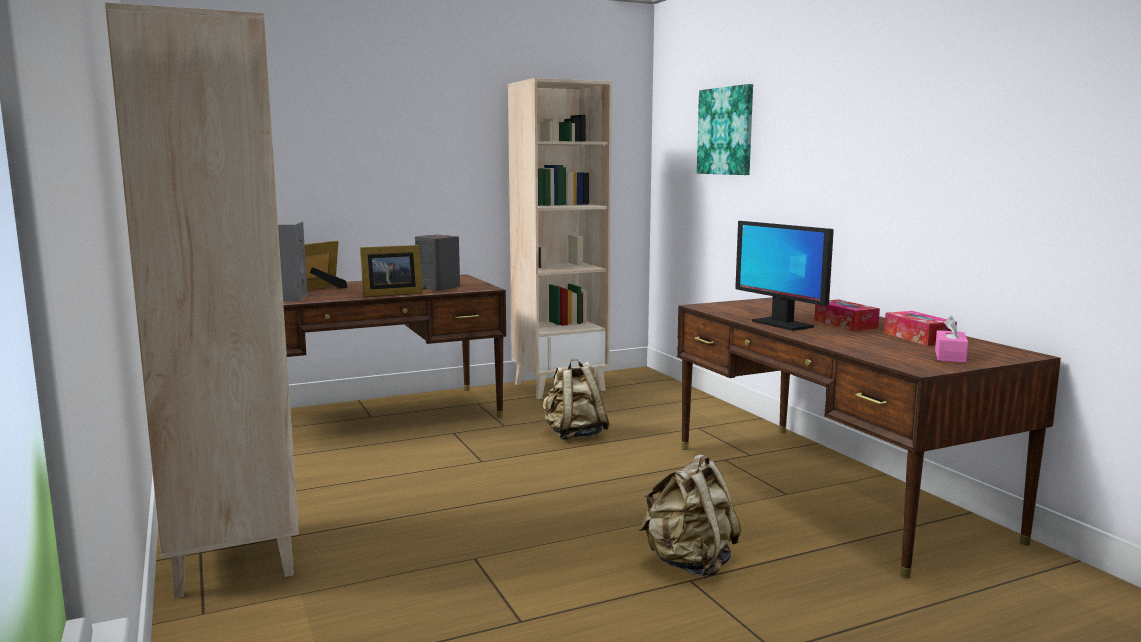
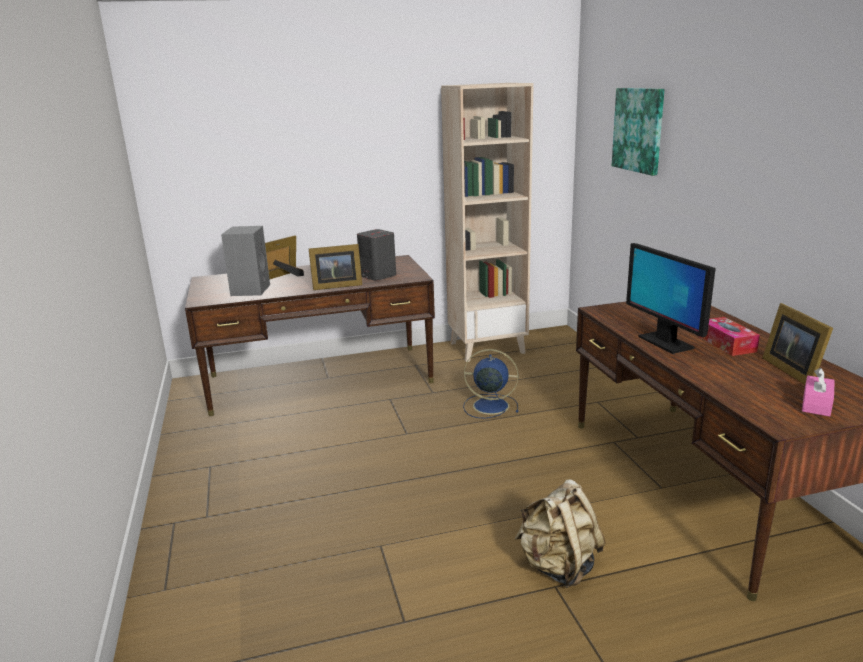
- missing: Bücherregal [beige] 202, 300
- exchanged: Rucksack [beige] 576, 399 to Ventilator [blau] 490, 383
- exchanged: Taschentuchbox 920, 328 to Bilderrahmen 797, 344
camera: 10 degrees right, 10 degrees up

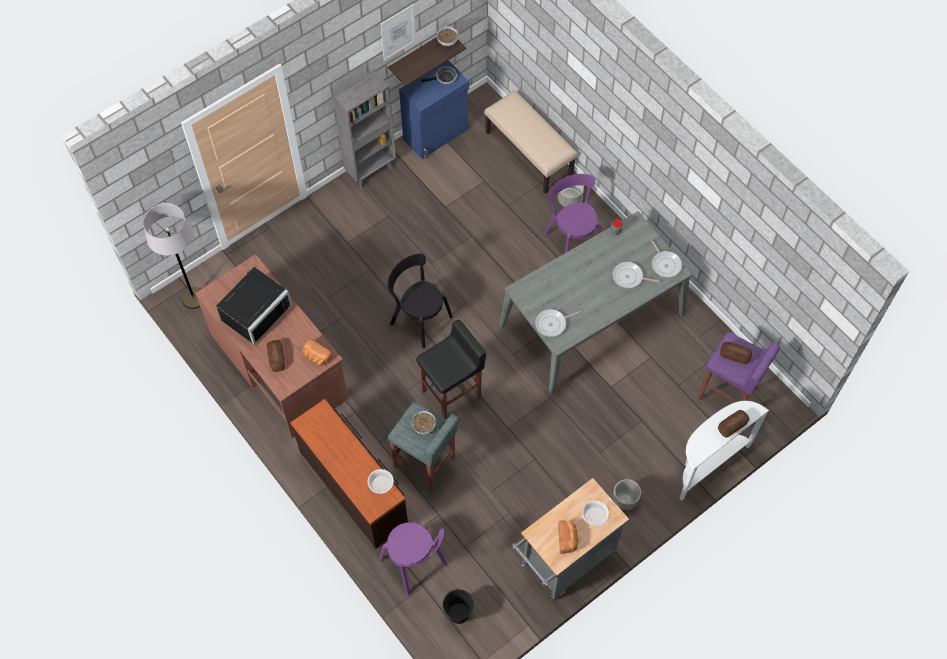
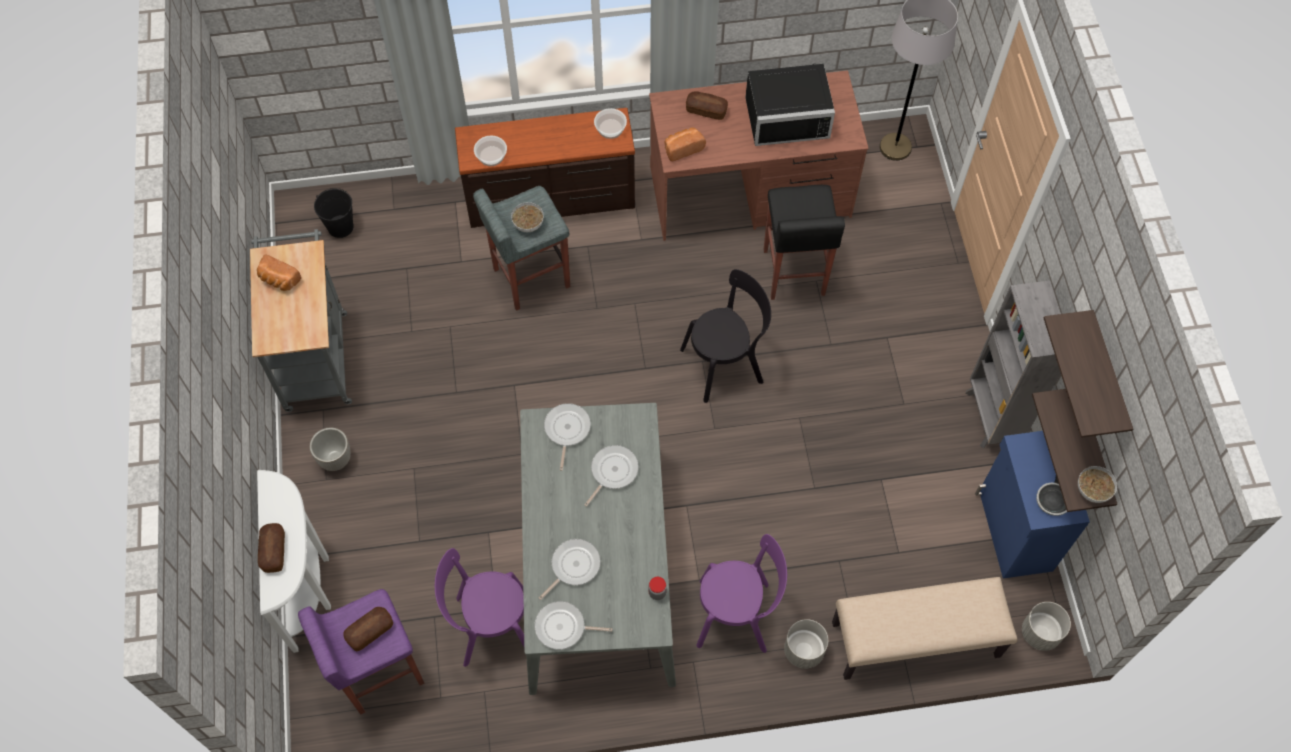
- appeared: Pfanne 612, 476
- appeared: Pflanzkübel [grau] 1046, 626
- relocated: Stuhl [lila] 413, 558 to 479, 607
- relocated: Hocker [schwarz] 451, 370 to 804, 242
- relocated: Schüssel 595, 513 to 610, 123
- exchanged: Bild 398, 32 to Wandregal 1088, 374
- spun: Mikrowelle [schwarz] 254, 306 = 790, 104 75 degrees counterclockwise
camera: 120 degrees right, 0 degrees up

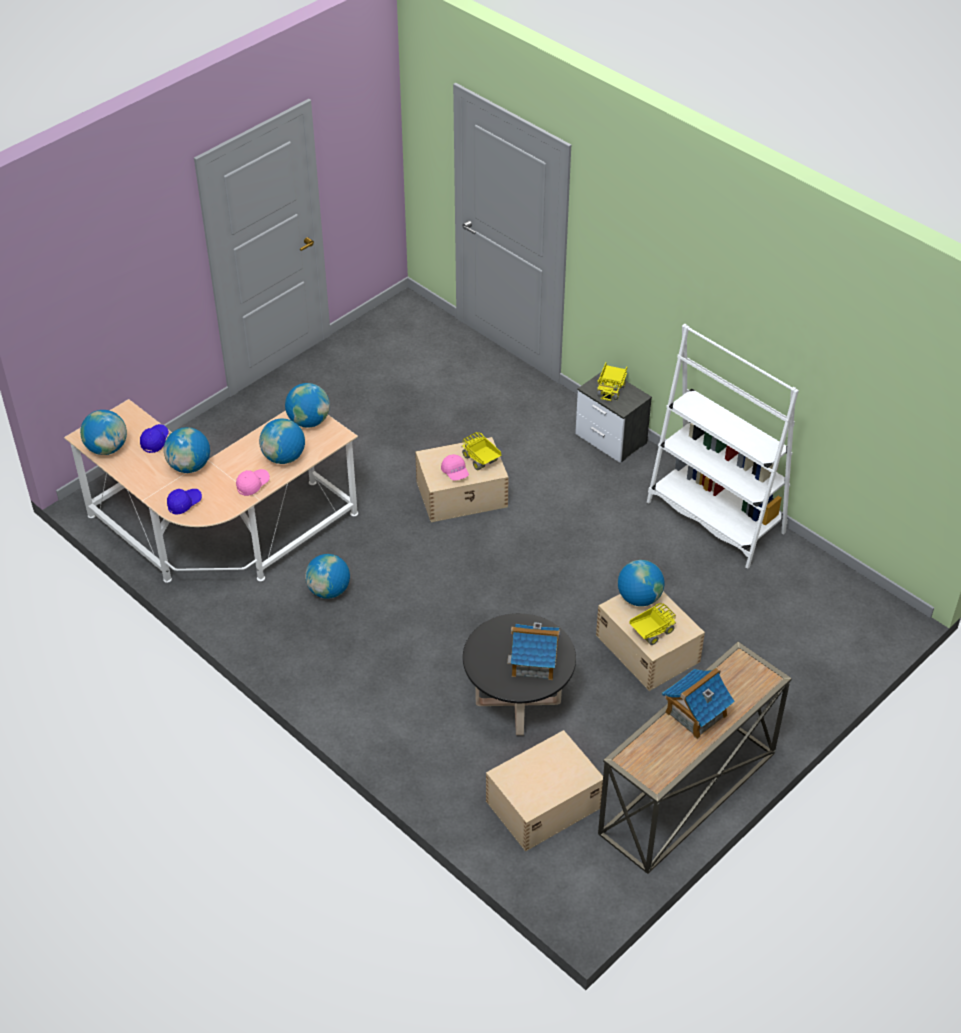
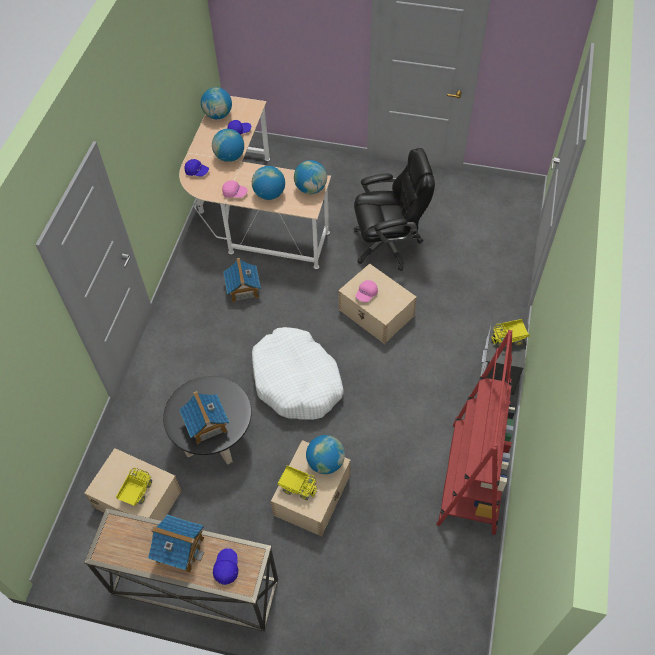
- appeared: Kappe [blau] 225, 566
- appeared: Hundebett [weiß] 298, 373
- appeared: Bürostuhl [schwarz] 394, 209
- relocated: Spielzeuglaster 481, 451 to 134, 487
- exchanged: Globus 327, 576 to Spielzeughaus 242, 280
- colour: Bücherregal [weiß] 723, 446 to Bücherregal [rot] 475, 432
camera: 60 degrees right, 10 degrees up

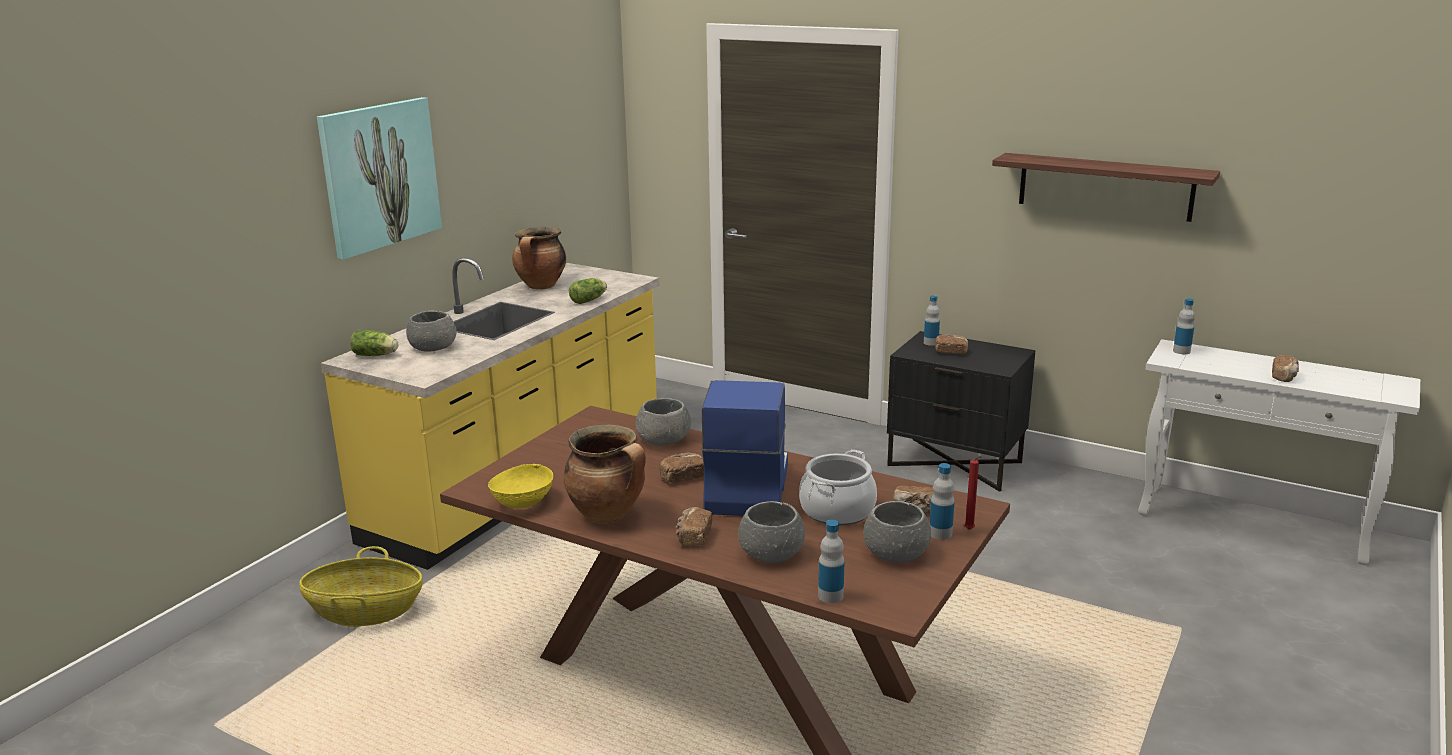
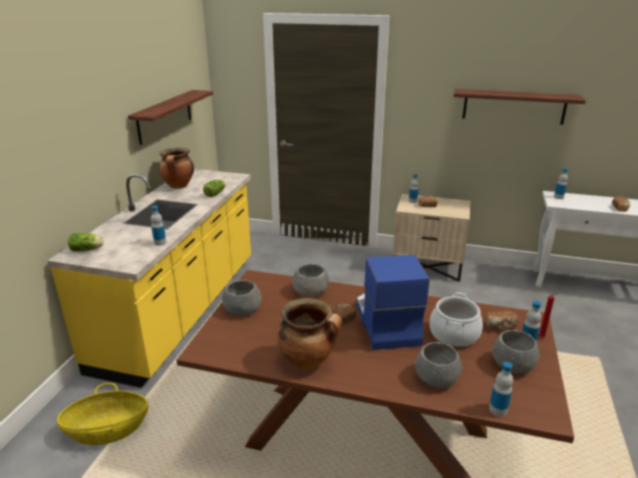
- missing: Bild 379, 178
- missing: Schüssel [gelb] 520, 486
- missing: Brot 694, 526
- appeared: Wandregal 170, 117
- appeared: Flasche 158, 226
- relocated: Schüssel [grau] 431, 331 to 241, 298
- colour: Nachttisch [schwarz] 961, 411 to Nachttisch [beige] 431, 238
camera: 15 degrees left, 5 degrees up

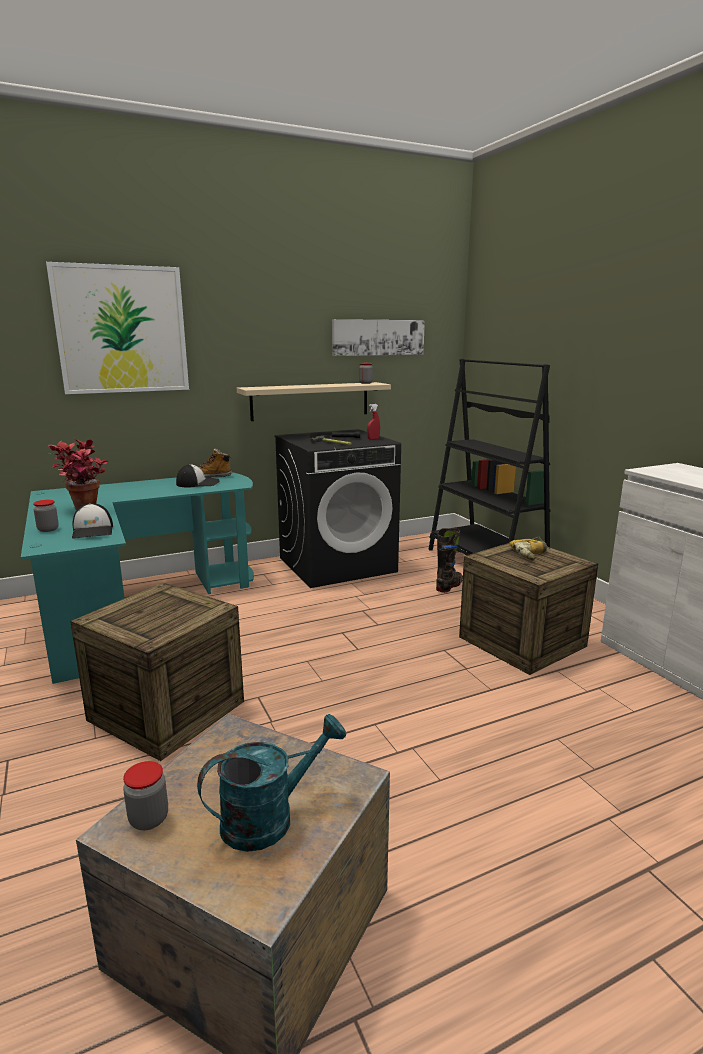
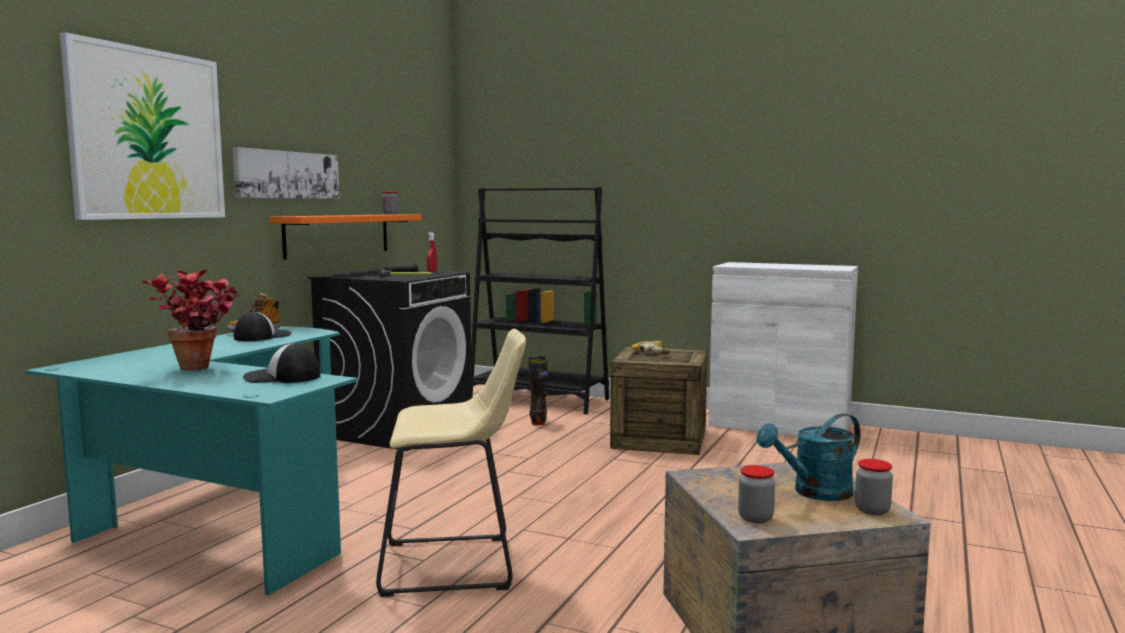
- relocated: Vorratsglas 46, 516 to 874, 487
- relocated: Bild 378, 337 to 285, 173
- exchanged: Kiste 157, 672 to Hocker [beige] 451, 463
- colour: Wandregal [beige] 314, 401 to Wandregal [orange] 345, 237
- spun: Kappe 92, 521 = 281, 363 150 degrees clockwise
- spun: Gießkanne [türkis] 271, 783 = 808, 457 135 degrees counterclockwise
camera: 40 degrees left, 10 degrees down

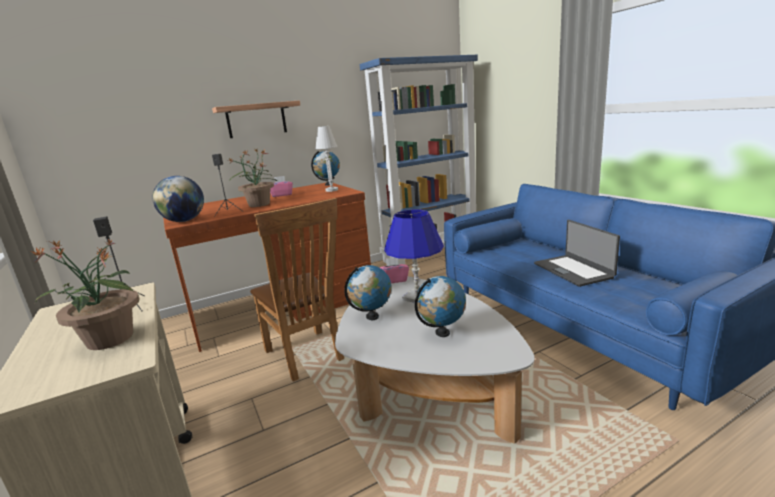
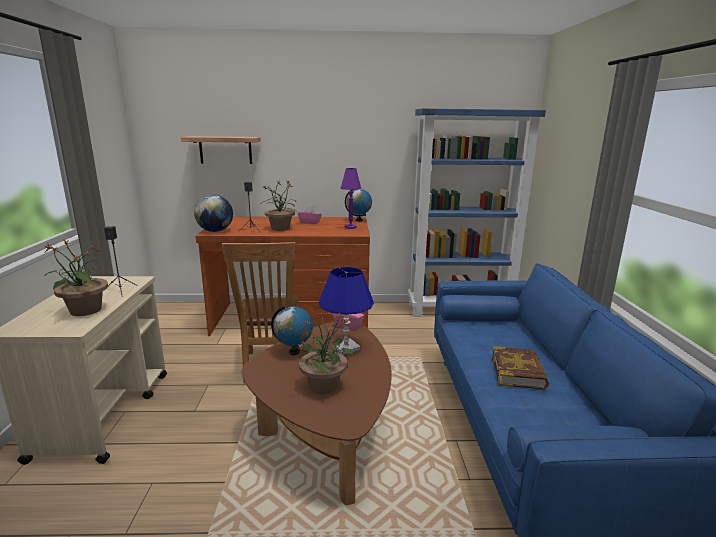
- relocated: Wandregal 256, 119 to 221, 150
- exchanged: Globus 440, 306 to Topfpflanze 325, 353
- exchanged: Laptop 577, 253 to Buch 520, 368
- colour: Tischlampe [weiß] 326, 159 to Tischlampe [lila] 351, 198
- colour: Couchtisch [weiß] 434, 360 to Couchtisch [braun] 317, 413
camera: 25 degrees right, 0 degrees up

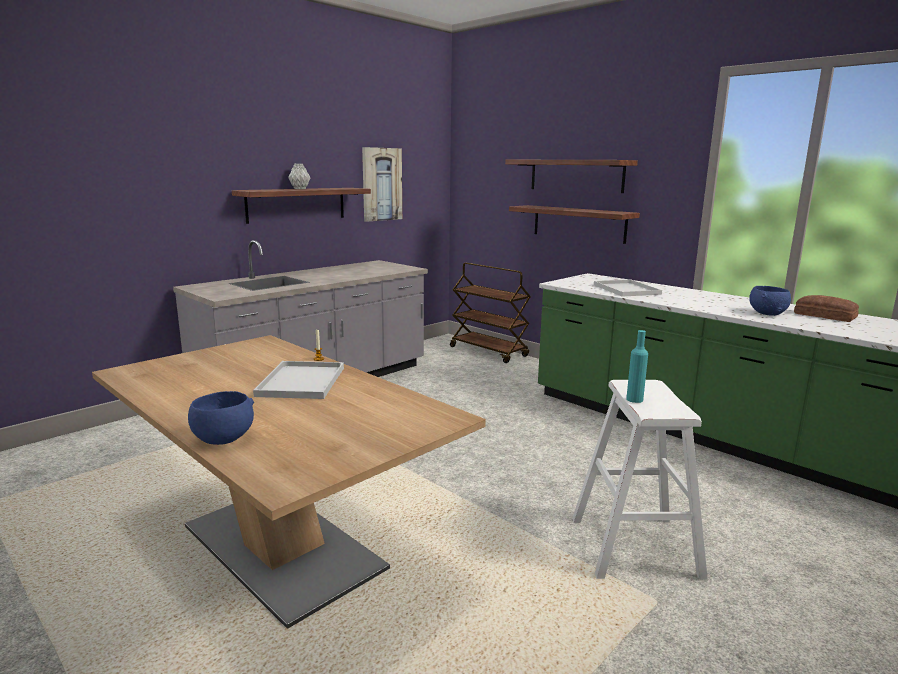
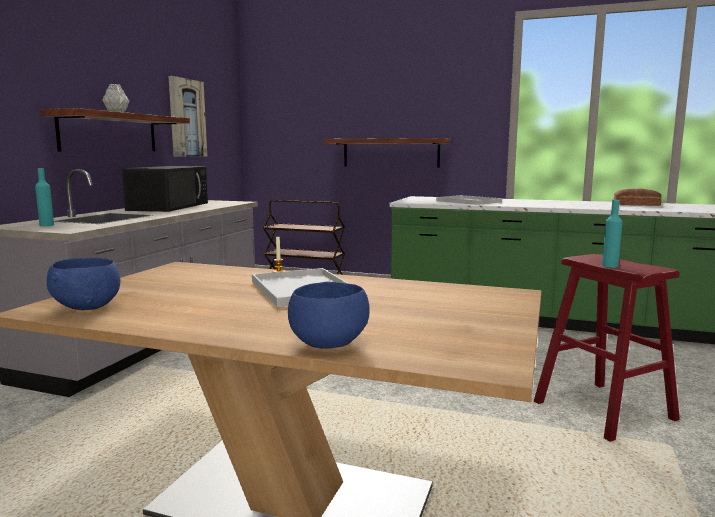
- missing: Wandregal 571, 176
- appeared: Flasche [türkis] 44, 197
- appeared: Mikrowelle [schwarz] 165, 189
- relocated: Schüssel [blau] 770, 301 to 84, 284
- colour: Hocker [weiß] 640, 480 to Hocker [rot] 607, 348
camera: 25 degrees left, 5 degrees down

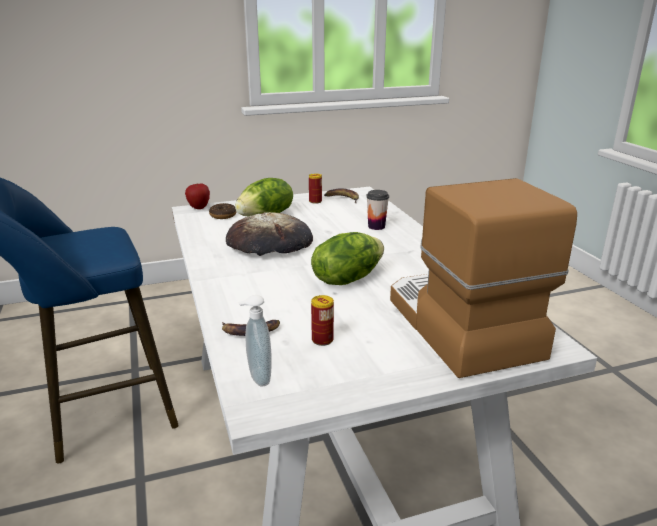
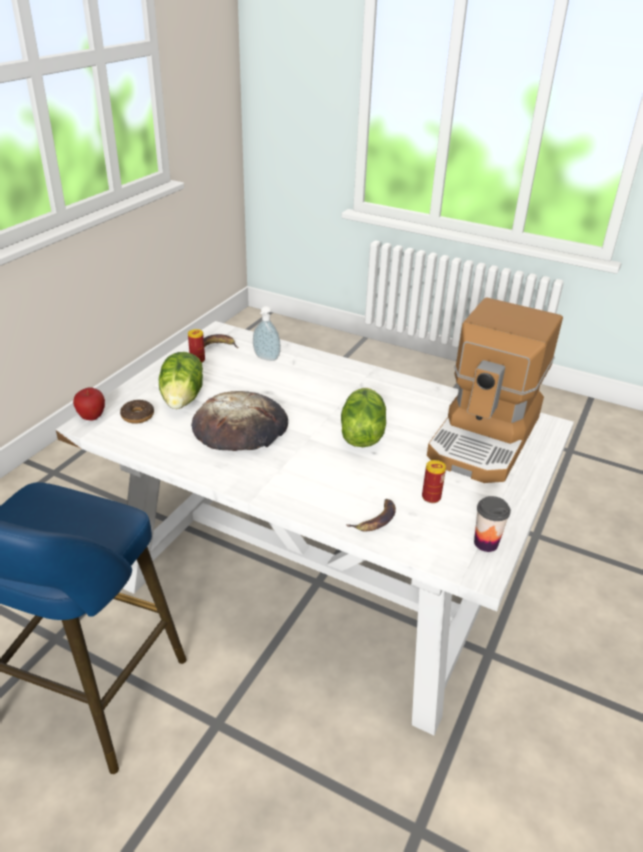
- relocated: Seifenspender 255, 341 to 267, 333
- relocated: Tasse 377, 210 to 492, 524
- spun: Kaffeemaschine 483, 278 = 495, 390 90 degrees counterclockwise
camera: 45 degrees left, 10 degrees up

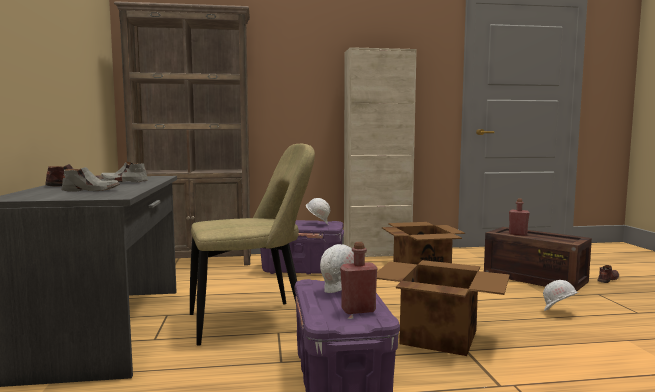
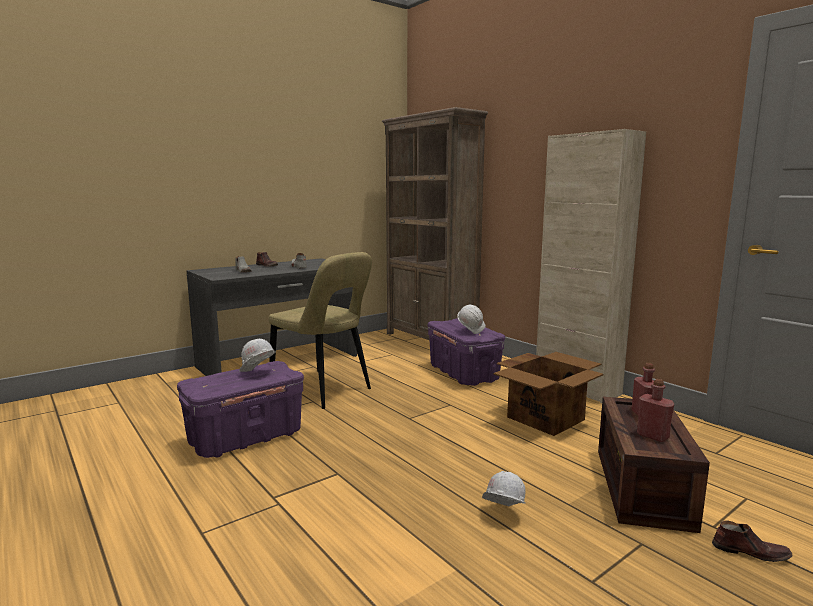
- missing: Karton 443, 308
- relocated: Flasche [rot] 359, 278 to 655, 410
camera: 60 degrees right, 5 degrees up

